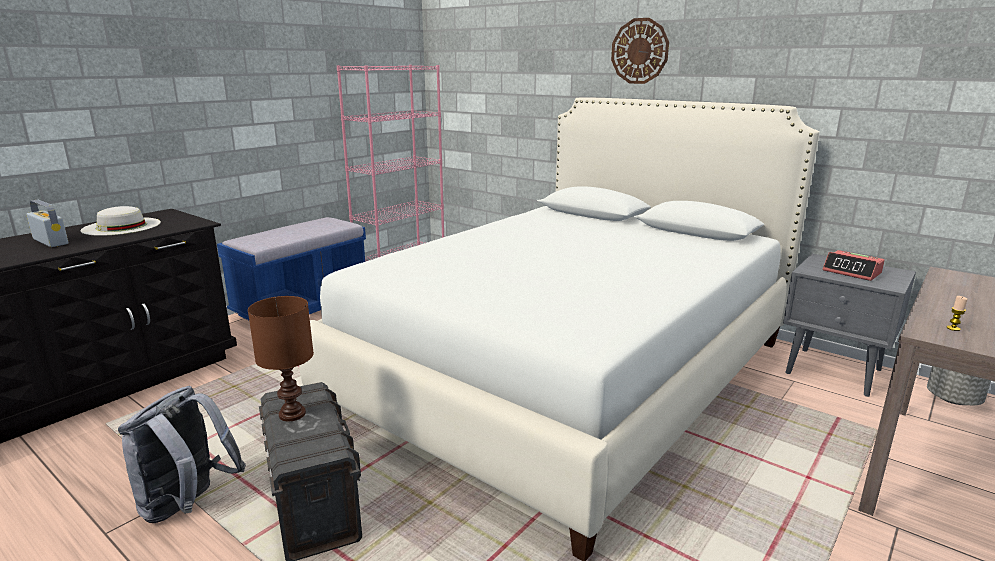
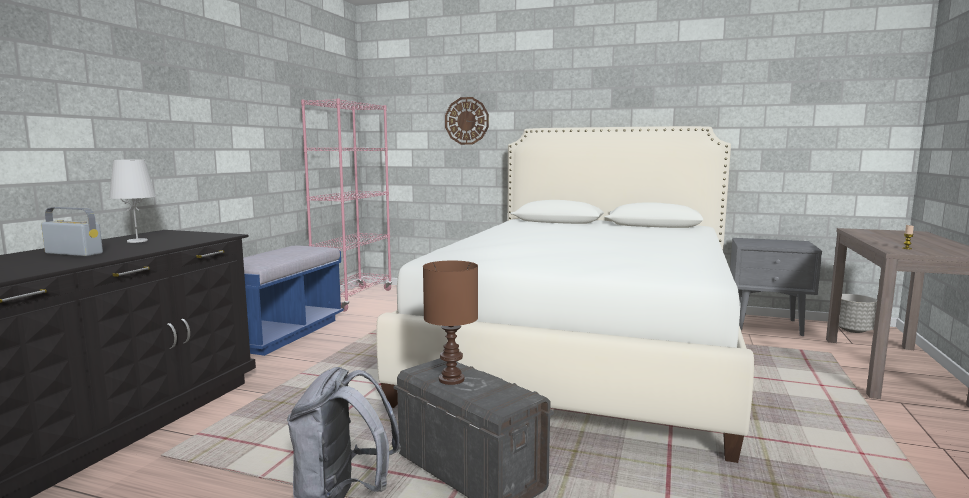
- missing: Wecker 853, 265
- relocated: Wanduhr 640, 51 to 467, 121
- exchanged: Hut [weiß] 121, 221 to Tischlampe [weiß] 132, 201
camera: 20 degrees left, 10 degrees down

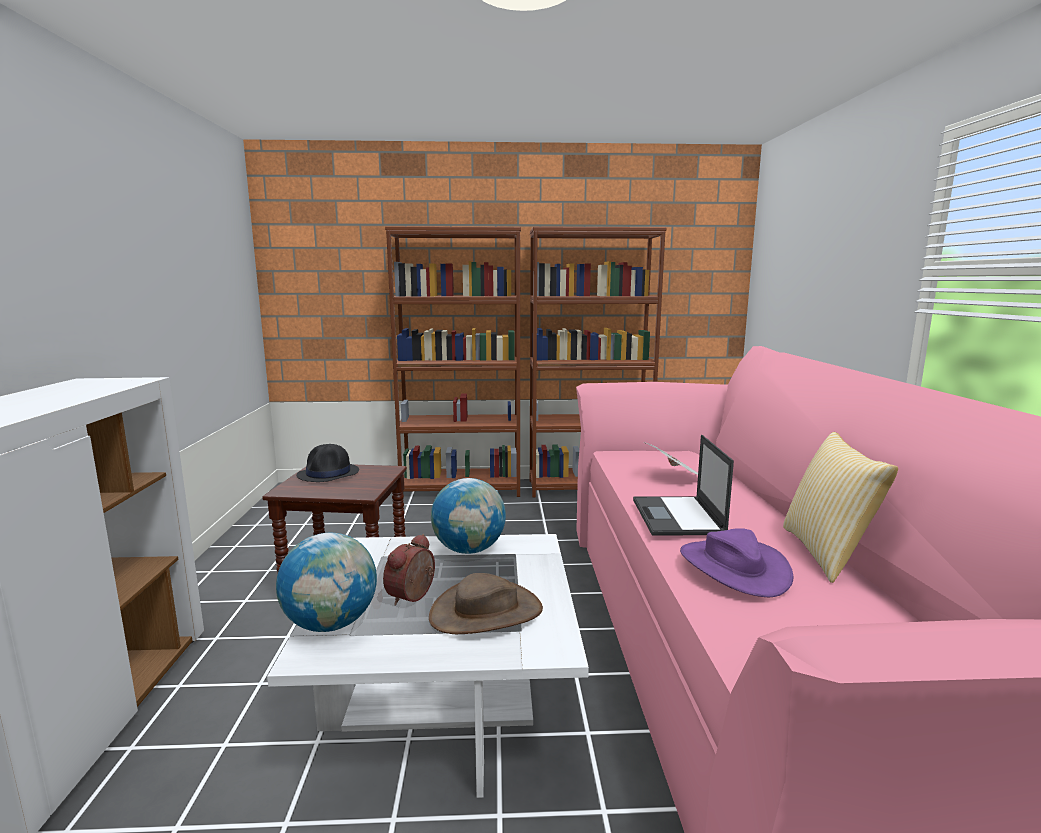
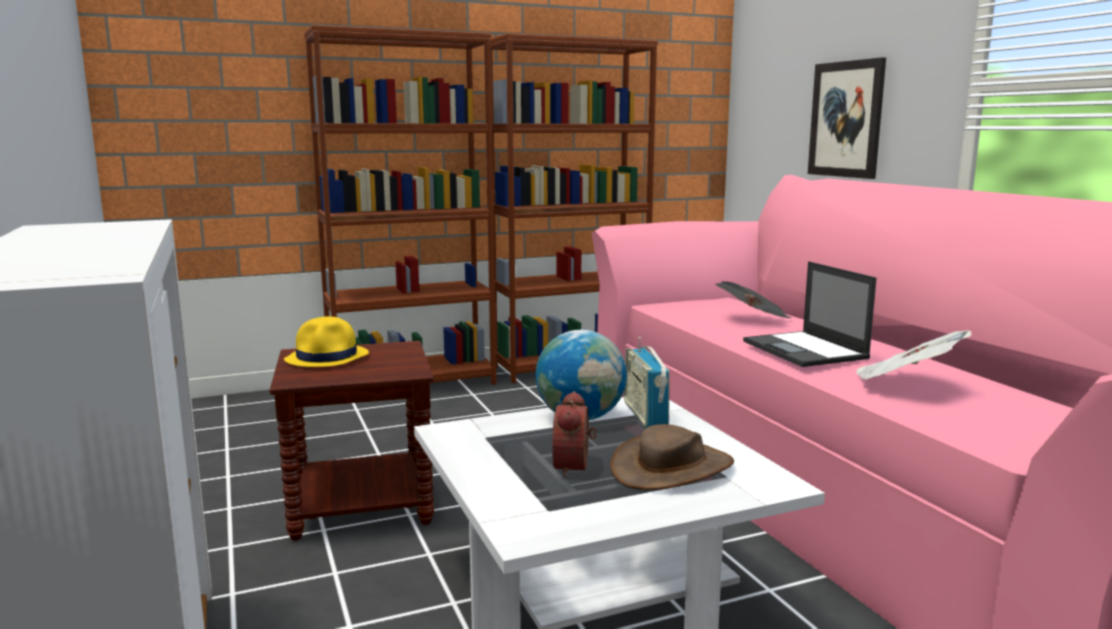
- missing: Globus 326, 582
- missing: Kissen 840, 507
- appeared: Radio 646, 382
- appeared: Bild 847, 118
- exchanged: Hut [lila] 737, 562 to Zeitung 914, 356
- colour: Hut [schwarz] 328, 463 to Hut [gelb] 326, 341
camera: 20 degrees left, 0 degrees up

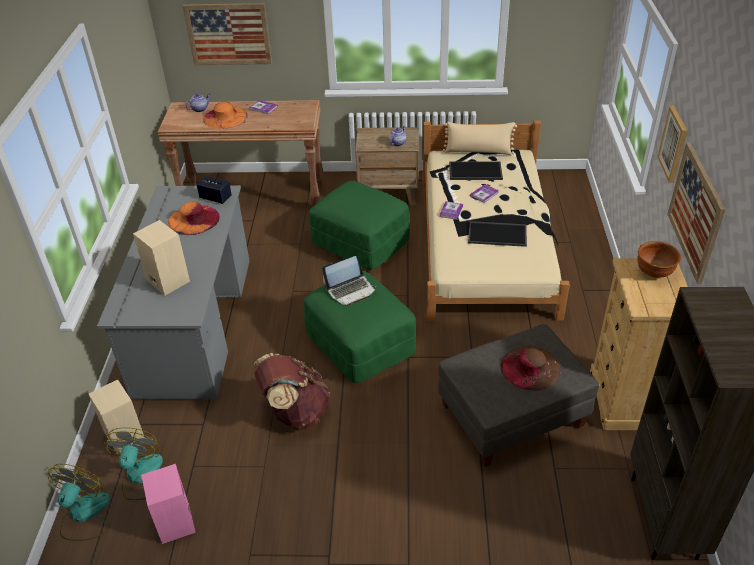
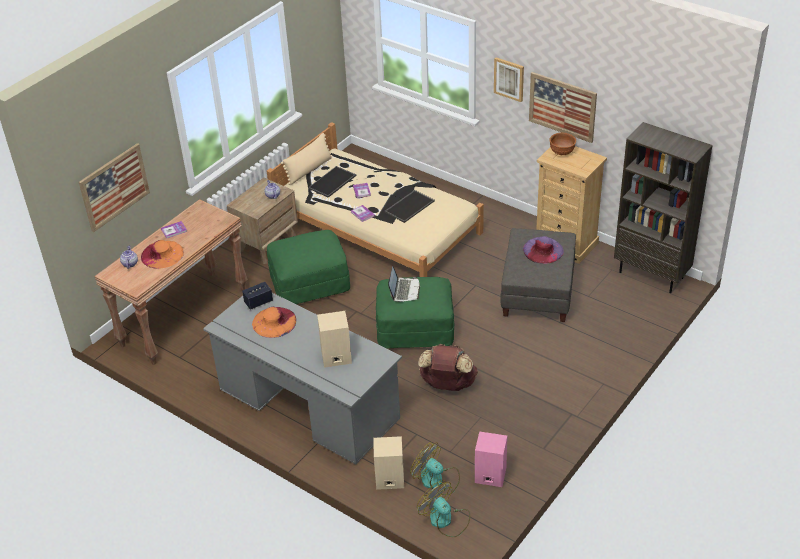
- colour: Hut [braun] 530, 368 to Hut [lila] 543, 250
camera: 55 degrees left, 0 degrees up

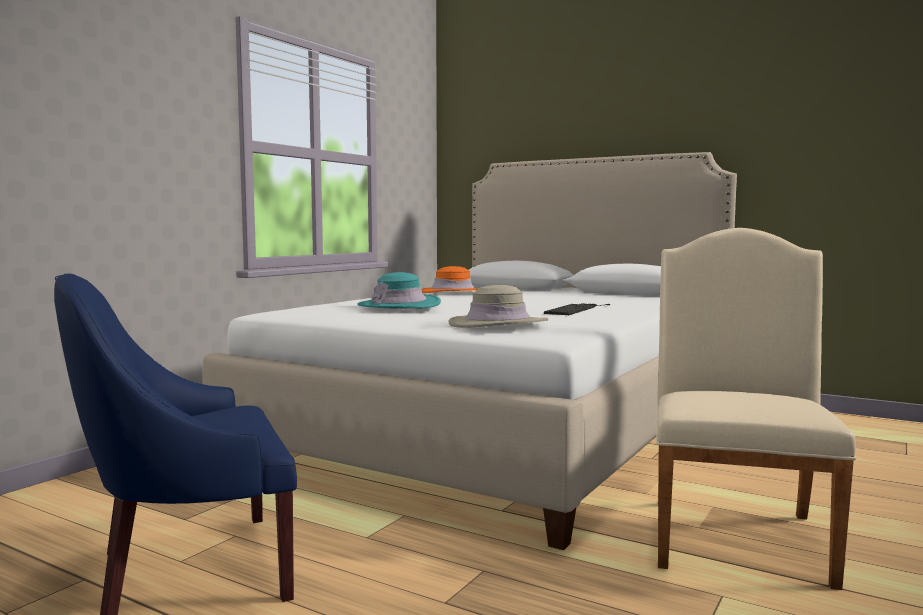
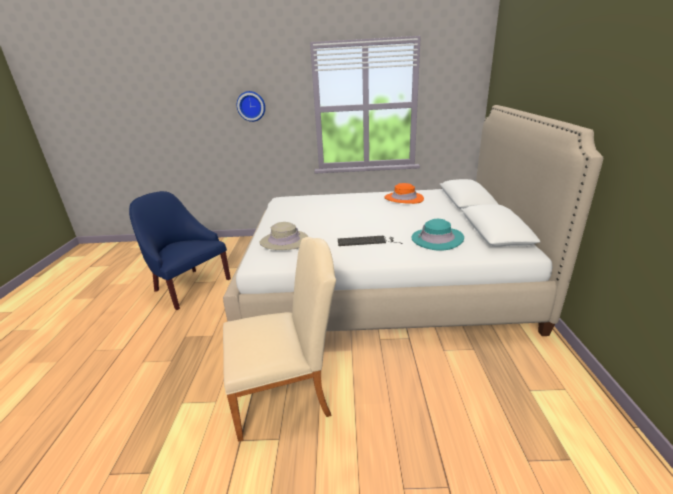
- appeared: Wanduhr 251, 106
- relocated: Hut [türkis] 399, 290 to 438, 235
camera: 60 degrees right, 20 degrees up

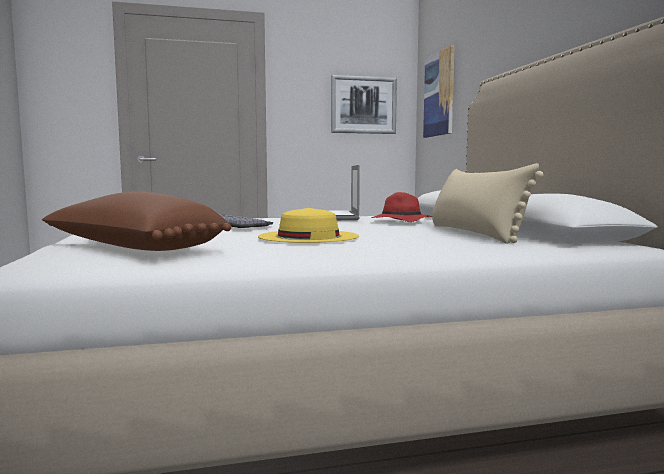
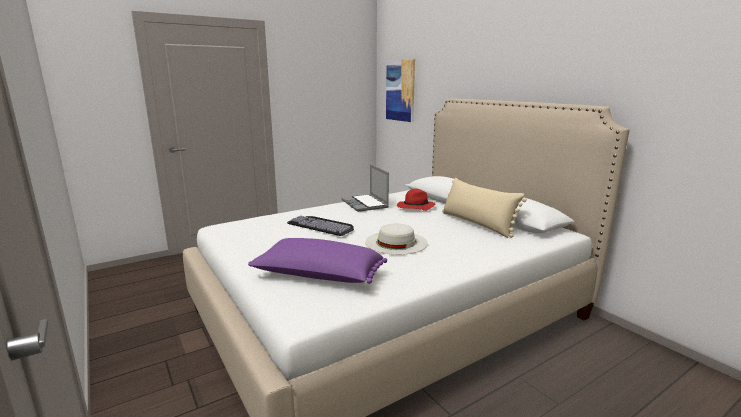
- missing: Bild 364, 104
- colour: Kissen [braun] 136, 221 to Kissen [lila] 317, 261
- colour: Hut [gelb] 308, 225 to Hut [weiß] 396, 239
camera: 20 degrees left, 10 degrees up

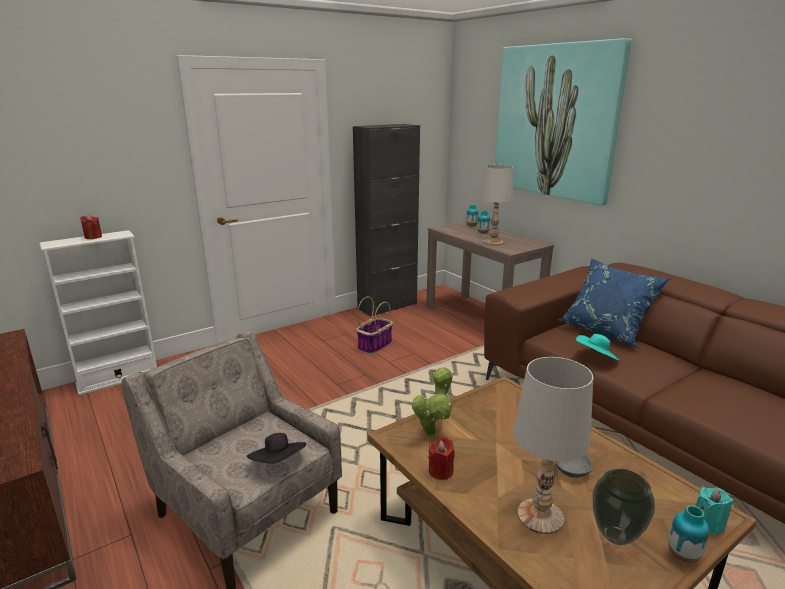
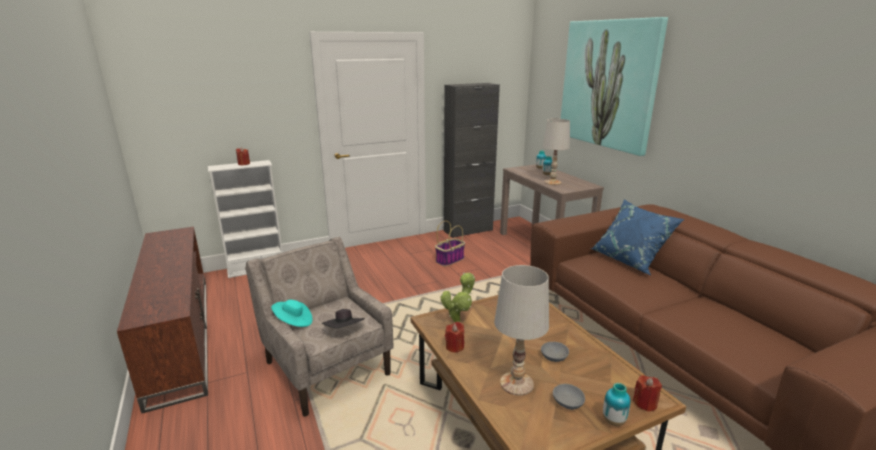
- relocated: Hut [türkis] 597, 347 to 291, 313
- exchanged: Vase 624, 507 to Schüssel [grau] 569, 397
- colour: Kerze [türkis] 714, 511 to Kerze [rot] 647, 393
camera: 10 degrees right, 0 degrees up

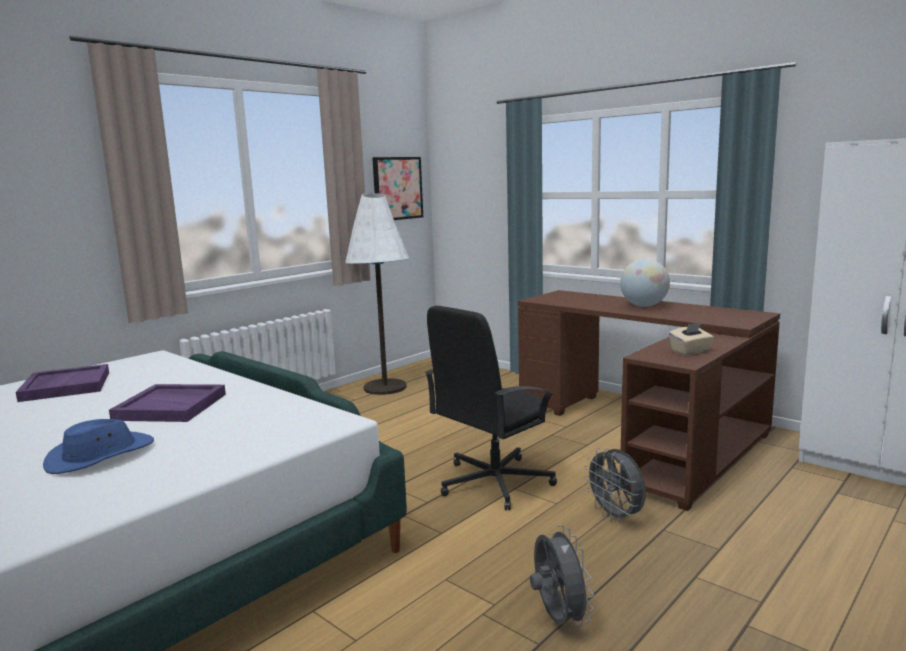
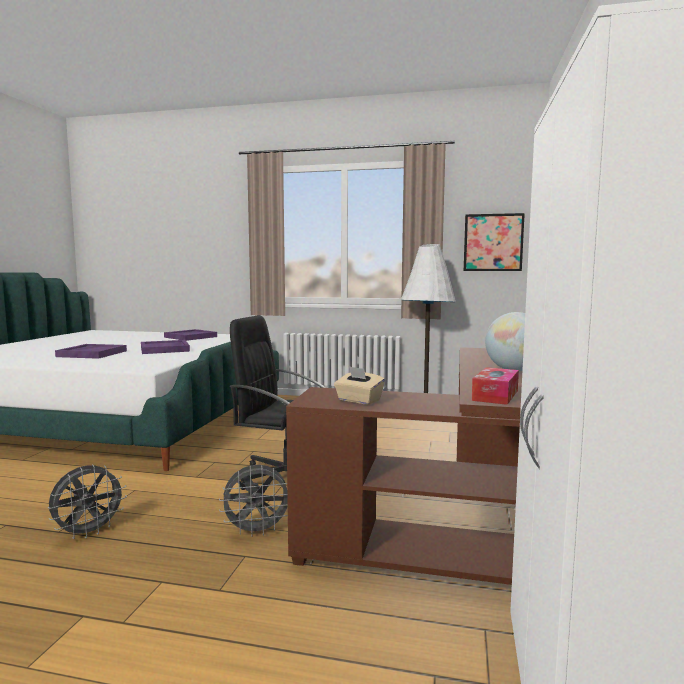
- appeared: Taschentuchbox 495, 386
- exchanged: Hut [blau] 98, 446 to Tablett [lila] 91, 351
- spun: Ventilator [grau] 615, 486 = 253, 501 135 degrees counterclockwise
camera: 60 degrees right, 5 degrees down

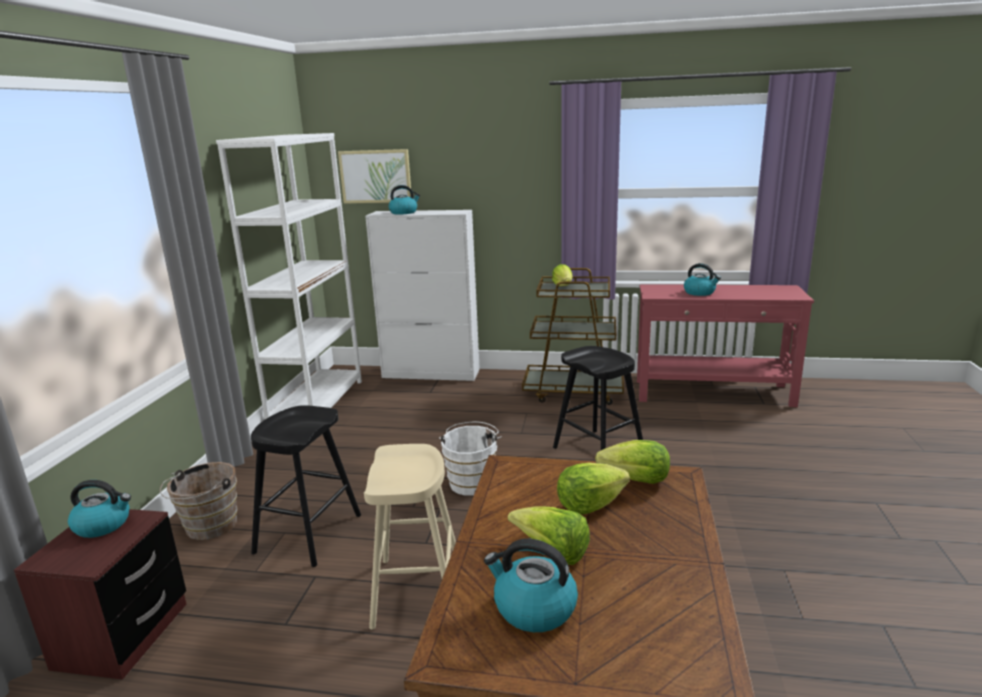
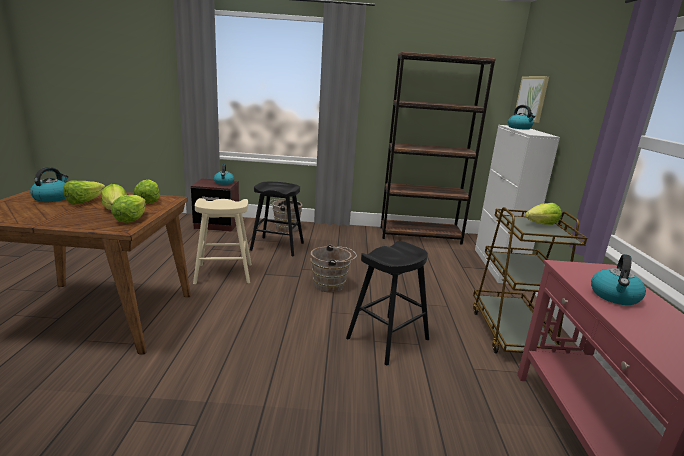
- appeared: Salatkopf 147, 192
- colour: Bücherregal [weiß] 289, 276 to Bücherregal [braun] 438, 148
- colour: Eimer [weiß] 470, 458 to Eimer [braun] 334, 268
camera: 80 degrees right, 0 degrees up

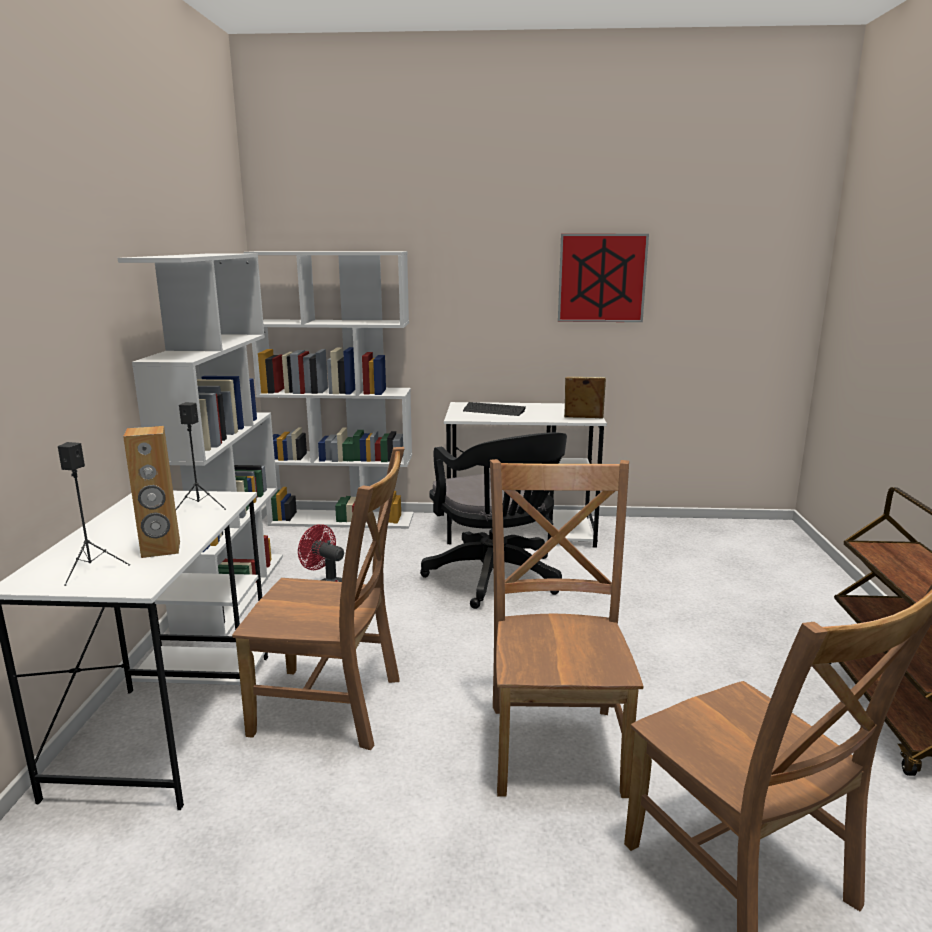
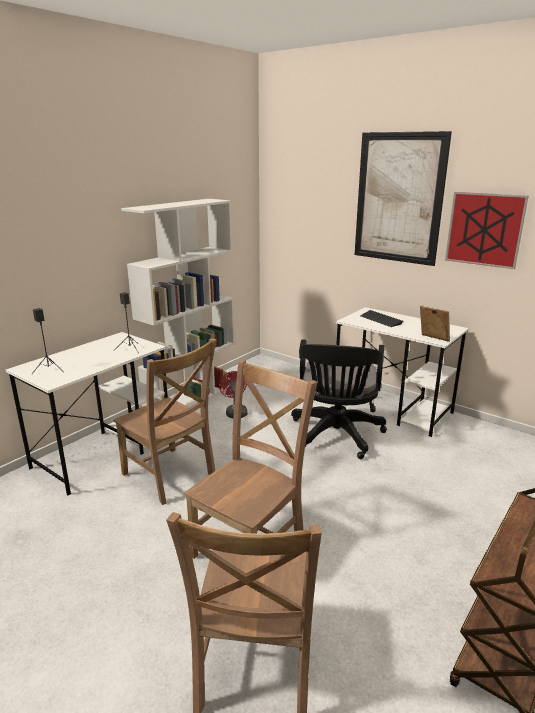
- missing: Lautsprecher [braun] 151, 492
- missing: Bücherregal [weiß] 329, 390
- appeared: Bild 403, 198
camera: 35 degrees right, 5 degrees up

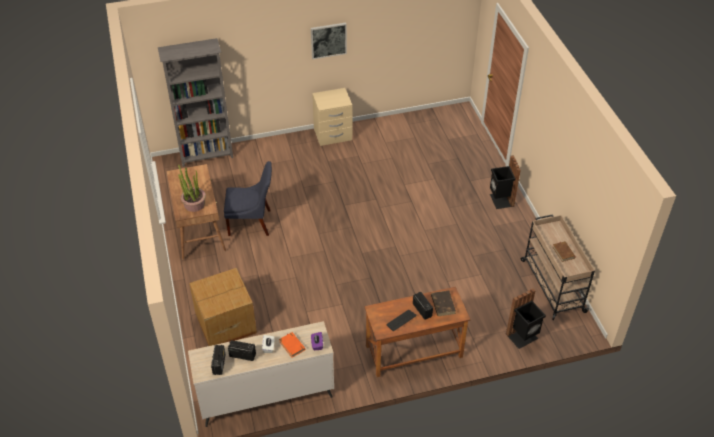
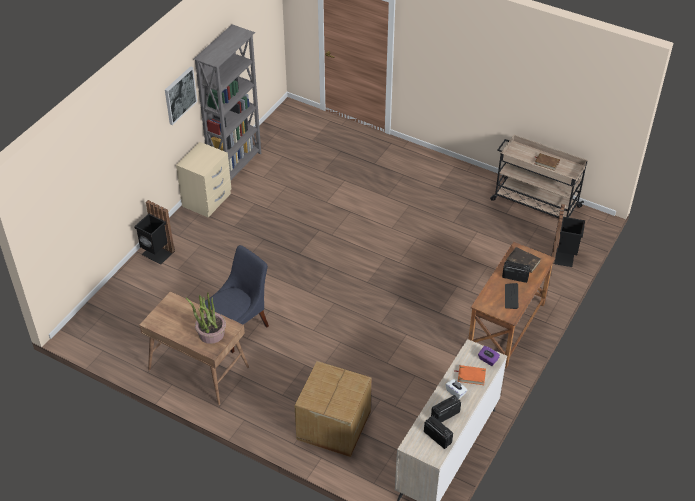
- relocated: Bücherregal [grau] 195, 102 to 227, 102
- relocated: Mülleimer [schwarz] 505, 182 to 154, 232
camera: 45 degrees left, 0 degrees up

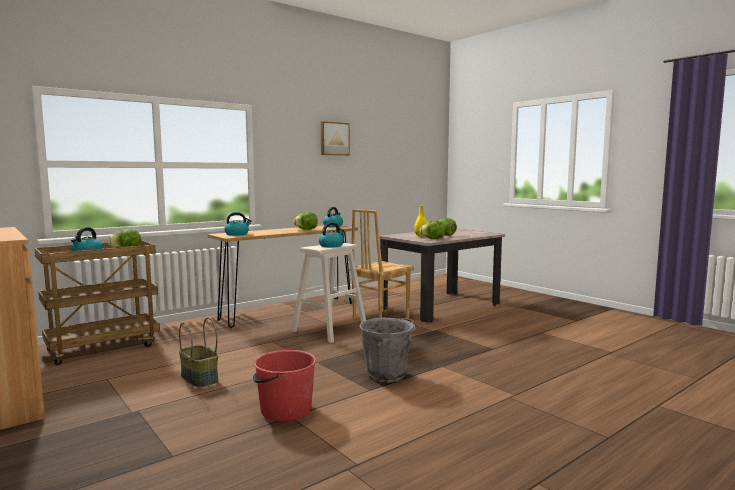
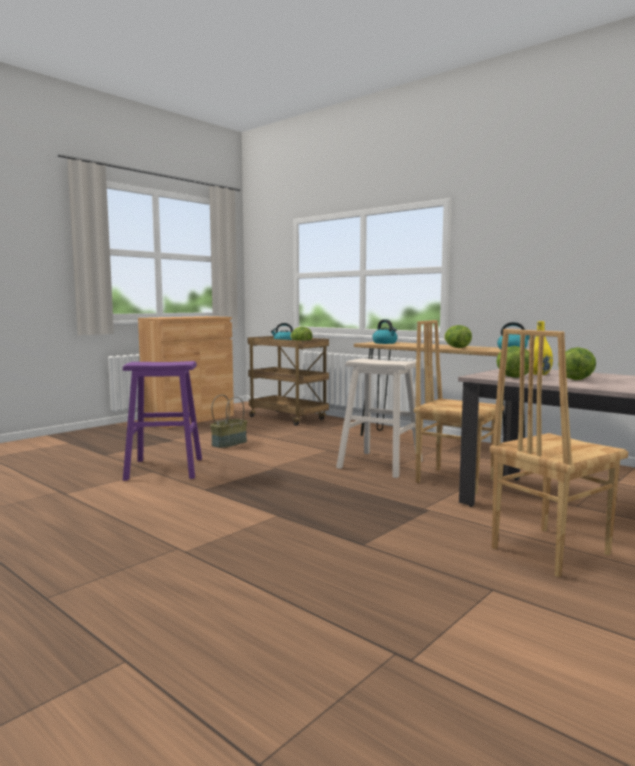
- missing: Wasserkessel 331, 234
- missing: Bild 335, 138
- missing: Eimer [grau] 387, 350
- appeared: Stuhl [braun] 559, 453
- exchanged: Eimer [rot] 284, 385 to Hocker [lila] 162, 421
camera: 80 degrees right, 0 degrees up

